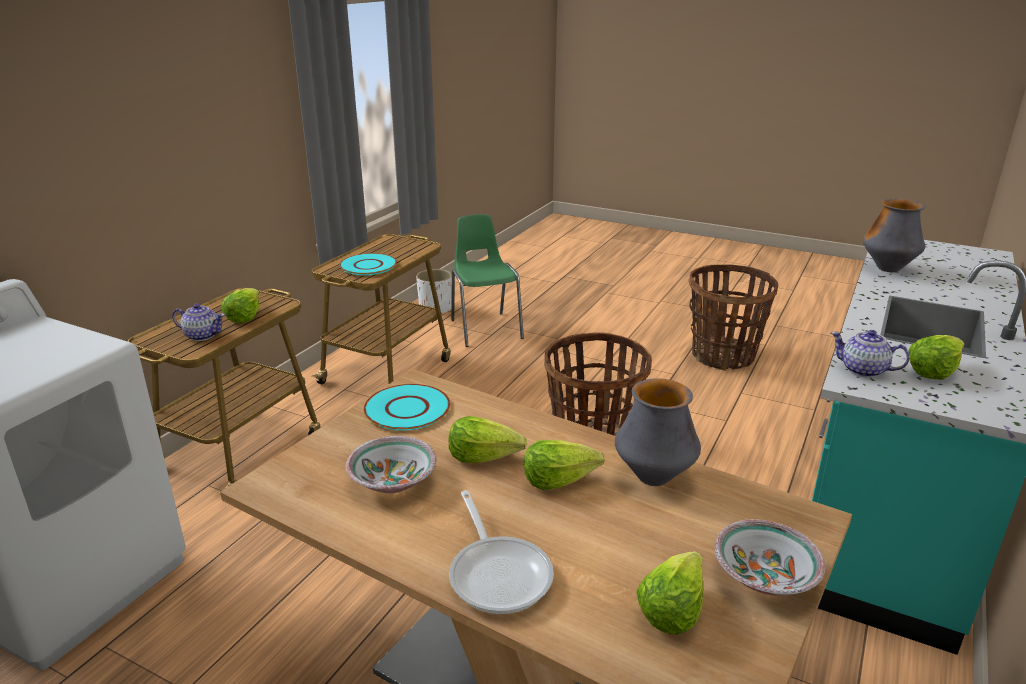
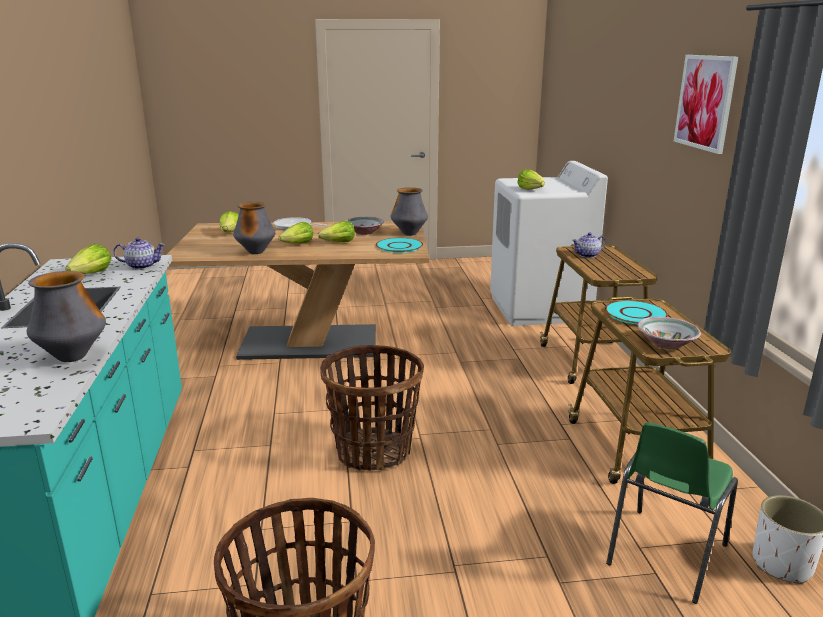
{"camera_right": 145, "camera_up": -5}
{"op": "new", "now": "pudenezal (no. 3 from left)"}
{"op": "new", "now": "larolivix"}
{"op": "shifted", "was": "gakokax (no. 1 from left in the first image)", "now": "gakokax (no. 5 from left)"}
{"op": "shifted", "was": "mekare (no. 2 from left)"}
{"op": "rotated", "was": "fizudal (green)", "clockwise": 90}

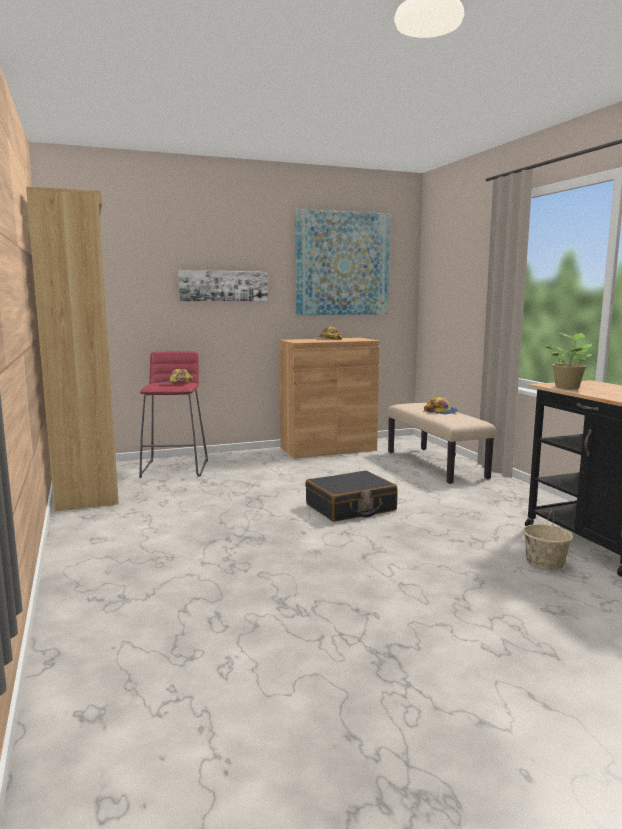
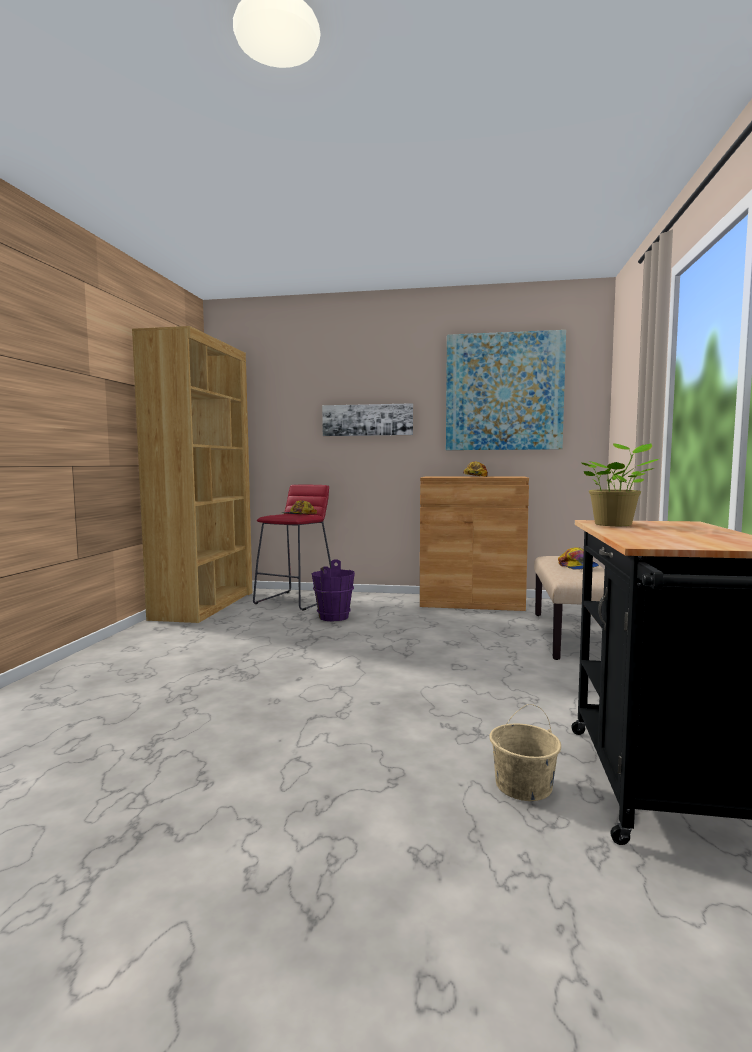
{"camera_right": 30, "camera_up": -5}
{"op": "gone", "was": "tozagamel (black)"}
{"op": "new", "now": "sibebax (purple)"}

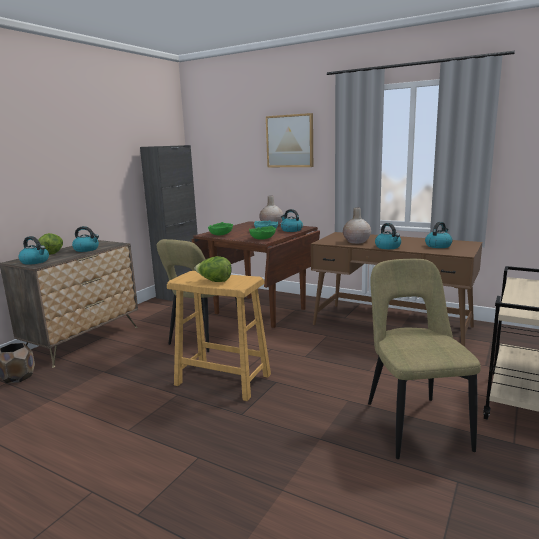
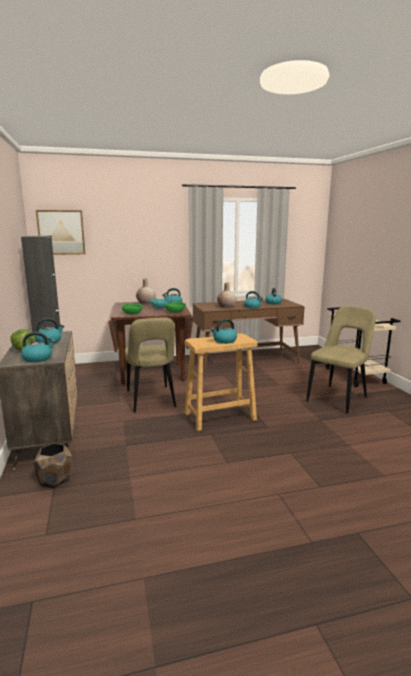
{"camera_right": -45, "camera_up": 0}
{"op": "shifted", "was": "larolivix"}
{"op": "swapped", "was": "gakokax (no. 2 from left)", "now": "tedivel (no. 4 from left)"}
{"op": "rotated", "was": "fizudal (beige) (no. 2 from left)", "clockwise": 90}

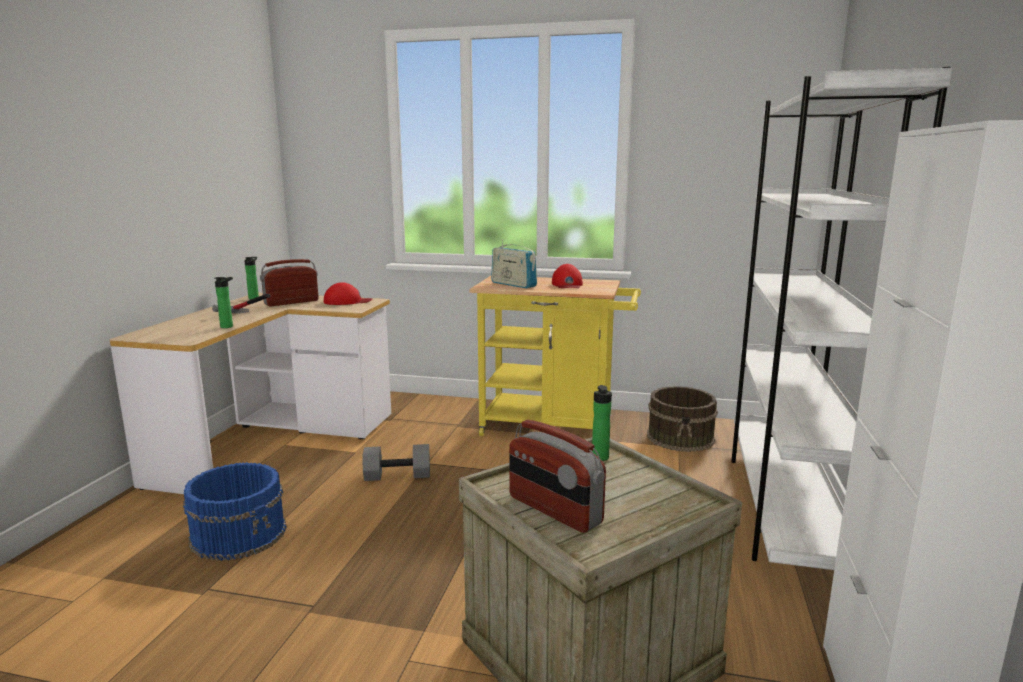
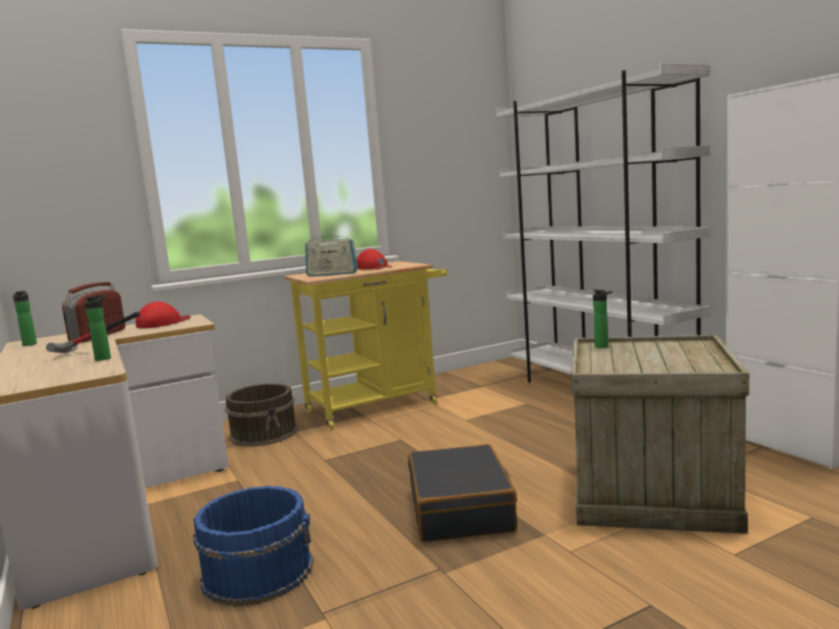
{"camera_right": -40, "camera_up": -5}
{"op": "gone", "was": "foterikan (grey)"}
{"op": "gone", "was": "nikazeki (no. 3 from left)"}
{"op": "new", "now": "tozagamel (black)"}
{"op": "shifted", "was": "sibebax (brown)"}

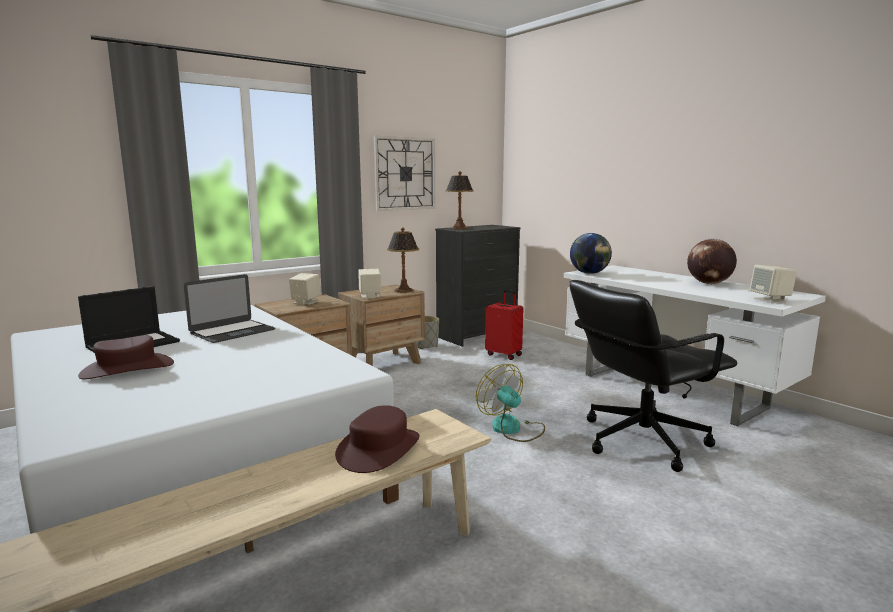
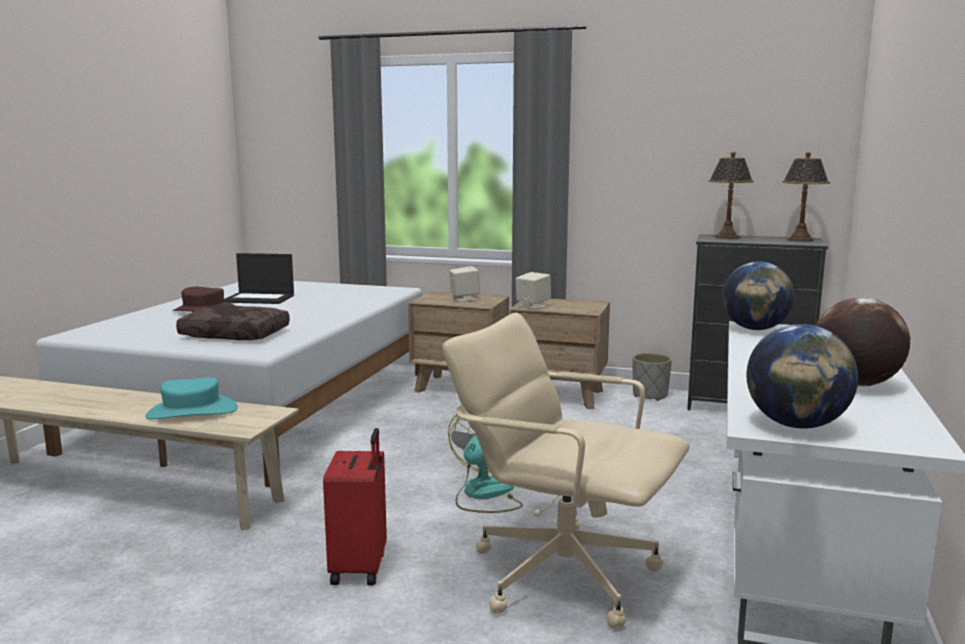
{"camera_right": 55, "camera_up": 0}
{"op": "gone", "was": "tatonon (no. 2 from left)"}
{"op": "gone", "was": "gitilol"}
{"op": "new", "now": "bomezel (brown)"}
{"op": "shifted", "was": "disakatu (no. 1 from left in the first image)", "now": "disakatu (no. 2 from left)"}
{"op": "shifted", "was": "tozagamel (red)"}
{"op": "swapped", "was": "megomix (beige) (no. 3 from left)", "now": "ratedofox (no. 2 from left)"}
{"op": "repainted", "was": "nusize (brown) (no. 2 from left)", "now": "nusize (turquoise)"}
{"op": "repainted", "was": "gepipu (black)", "now": "gepipu (beige)"}

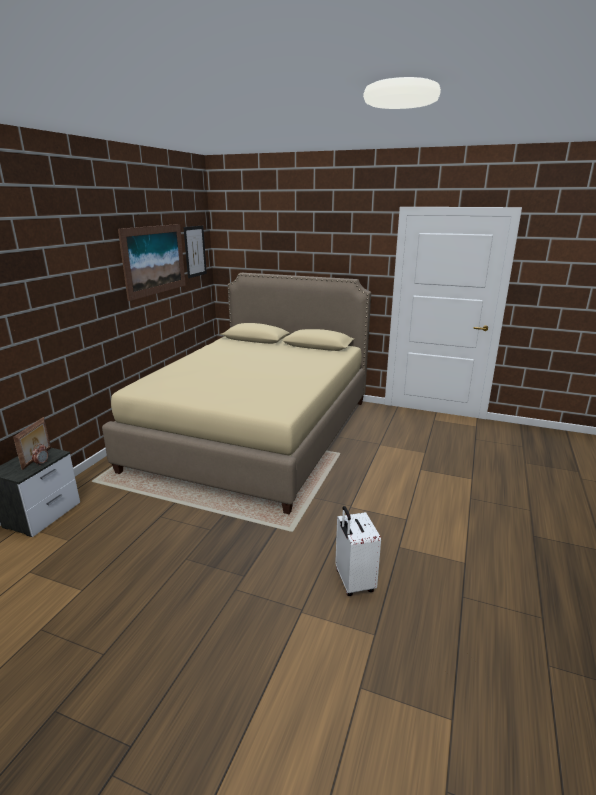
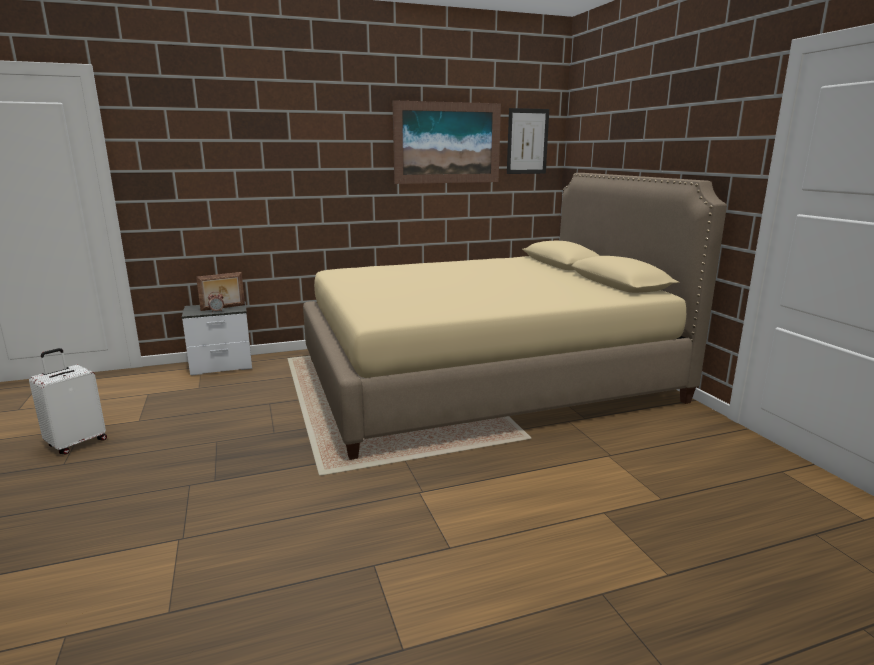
{"camera_right": 50, "camera_up": -5}
{"op": "shifted", "was": "tozagamel (white)"}

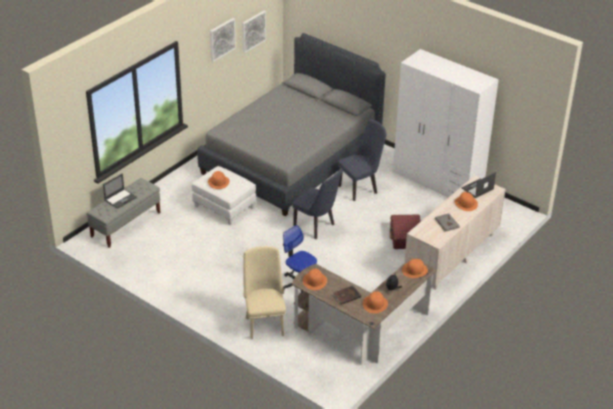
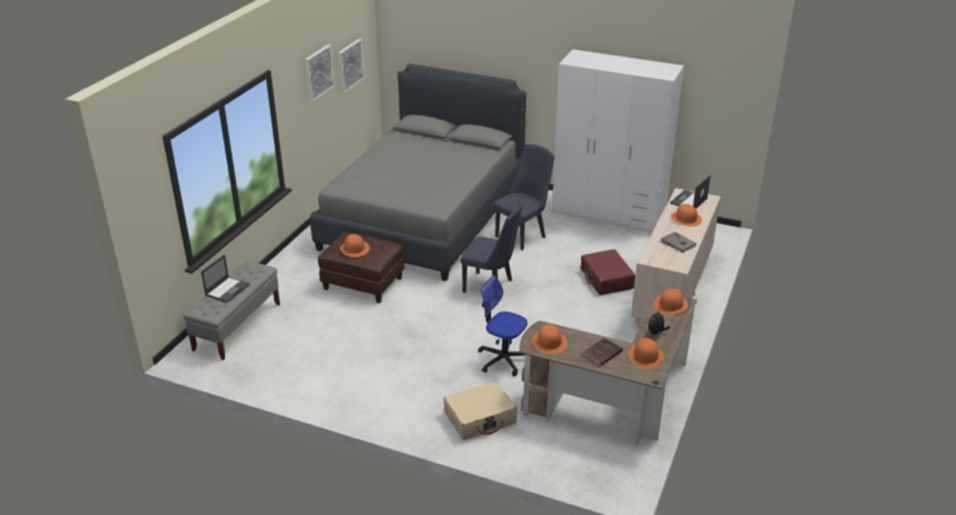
{"camera_right": -15, "camera_up": -5}
{"op": "swapped", "was": "fizudal (beige)", "now": "tozagamel (beige)"}
{"op": "repainted", "was": "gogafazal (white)", "now": "gogafazal (brown)"}

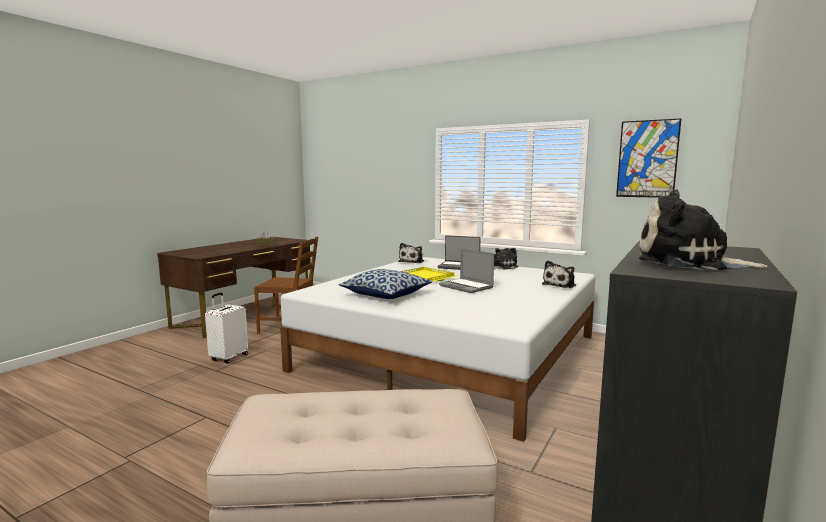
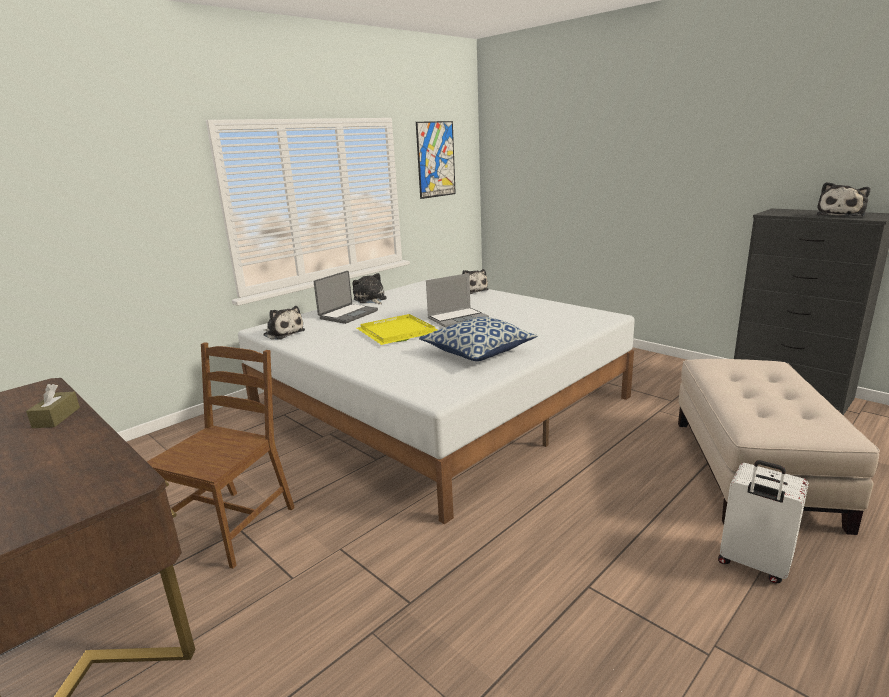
{"camera_right": -75, "camera_up": 10}
{"op": "shifted", "was": "tozagamel (white)"}

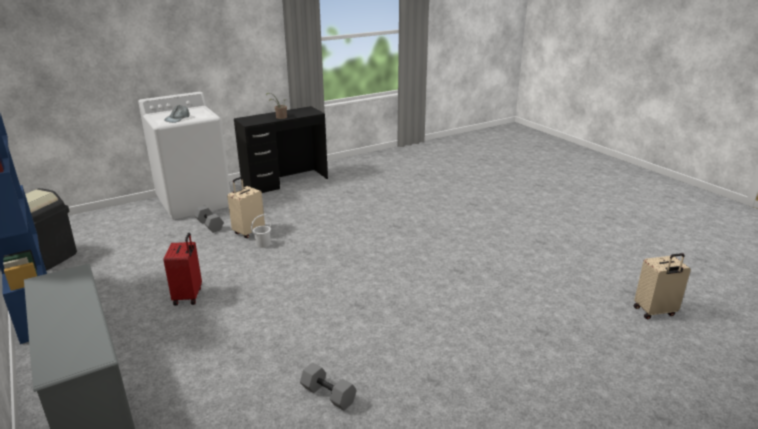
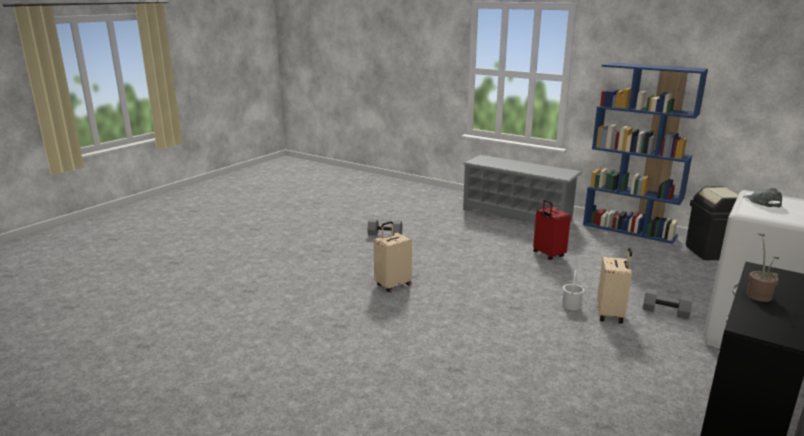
{"camera_right": 155, "camera_up": -5}
{"op": "shifted", "was": "tozagamel (beige) (no. 2 from left in the first image)", "now": "tozagamel (beige) (no. 1 from left)"}

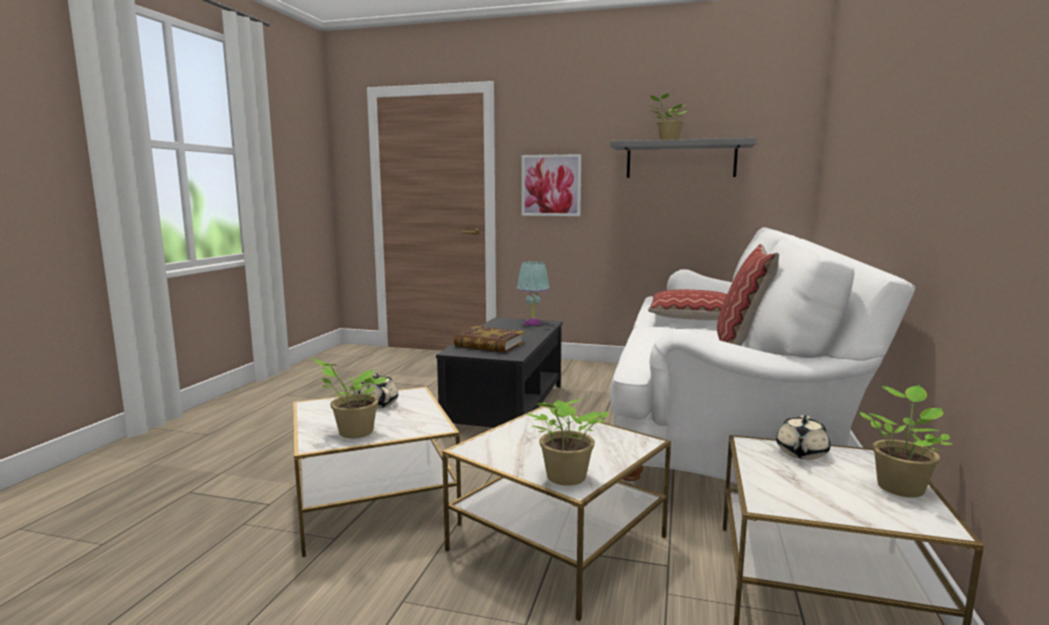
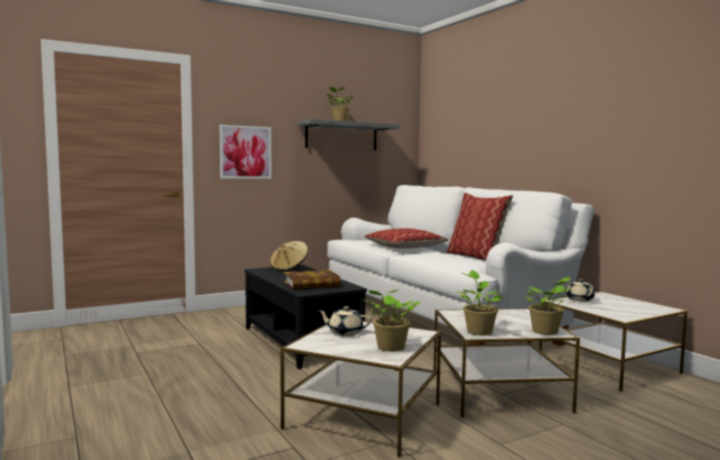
{"camera_right": -45, "camera_up": -5}
{"op": "shifted", "was": "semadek (no. 4 from left in the first image)", "now": "semadek (no. 3 from left)"}
{"op": "swapped", "was": "disakatu (turquoise)", "now": "nusize (beige)"}

